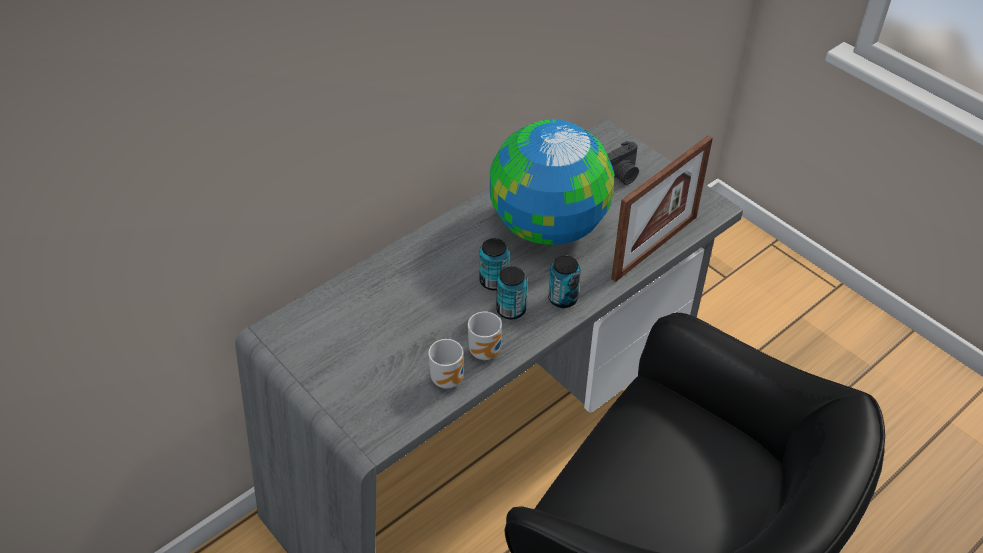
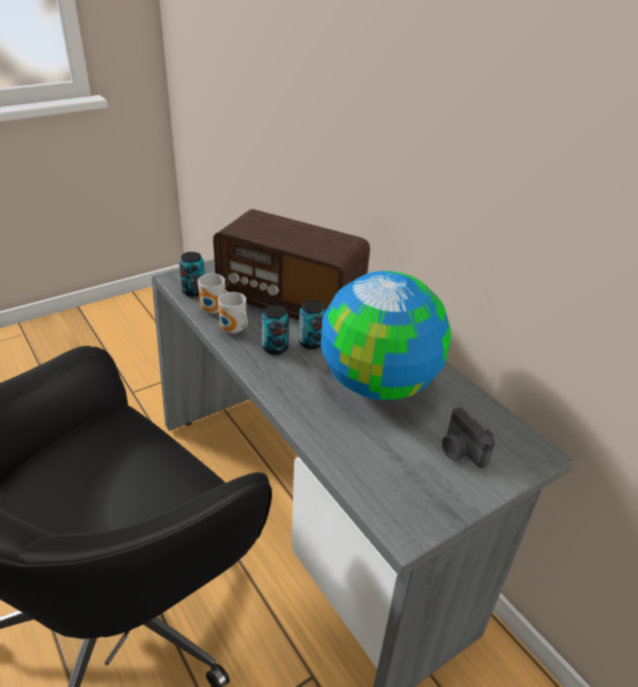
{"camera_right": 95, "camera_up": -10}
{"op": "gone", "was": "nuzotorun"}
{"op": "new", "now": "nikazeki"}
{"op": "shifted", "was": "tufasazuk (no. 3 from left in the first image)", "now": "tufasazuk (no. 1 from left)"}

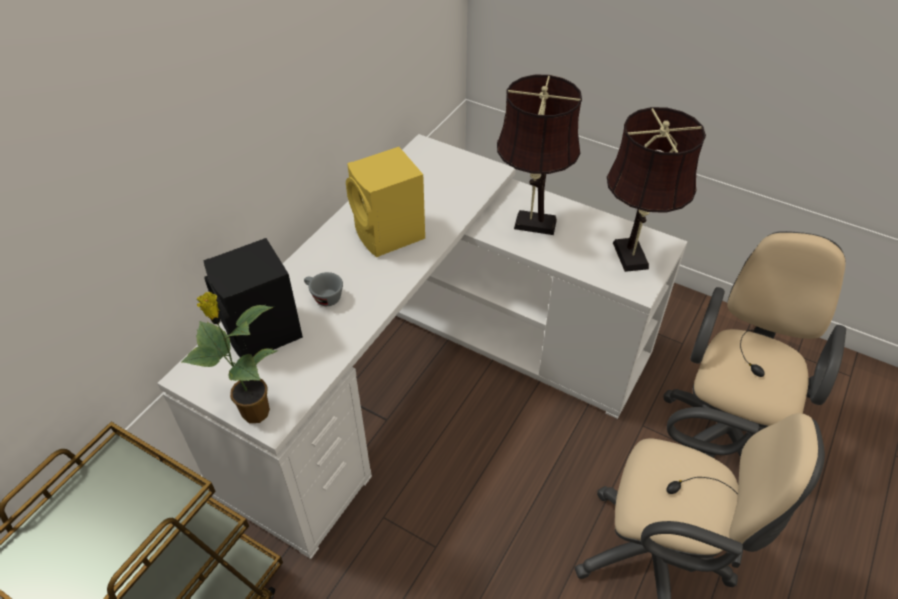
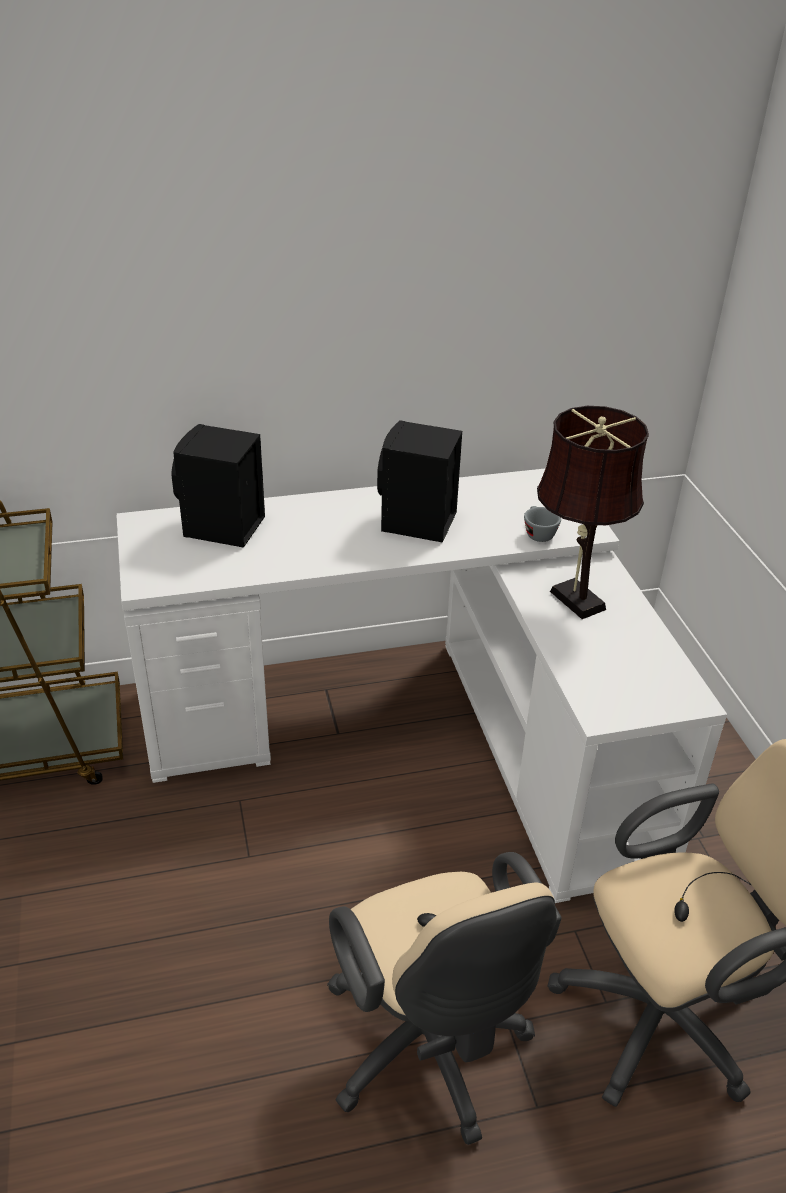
{"camera_right": 45, "camera_up": -10}
{"op": "gone", "was": "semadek"}
{"op": "gone", "was": "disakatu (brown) (no. 2 from left)"}
{"op": "shifted", "was": "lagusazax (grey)"}
{"op": "repainted", "was": "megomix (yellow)", "now": "megomix (black) (no. 2 from left)"}

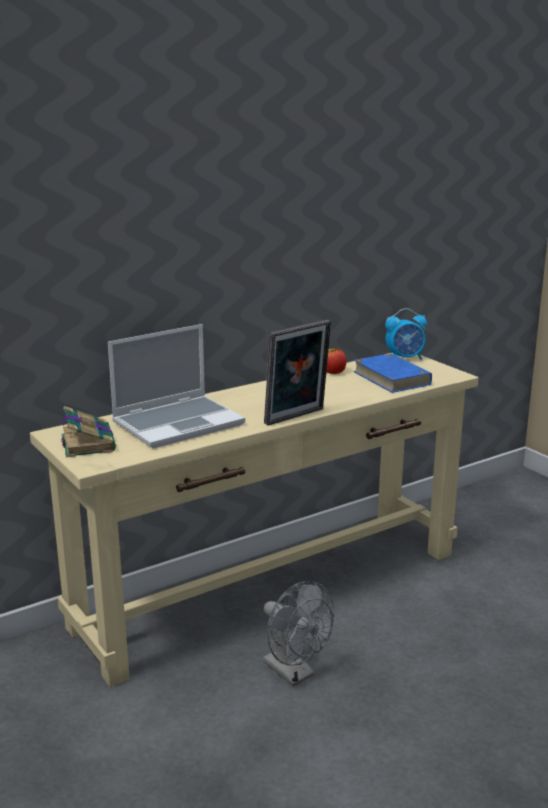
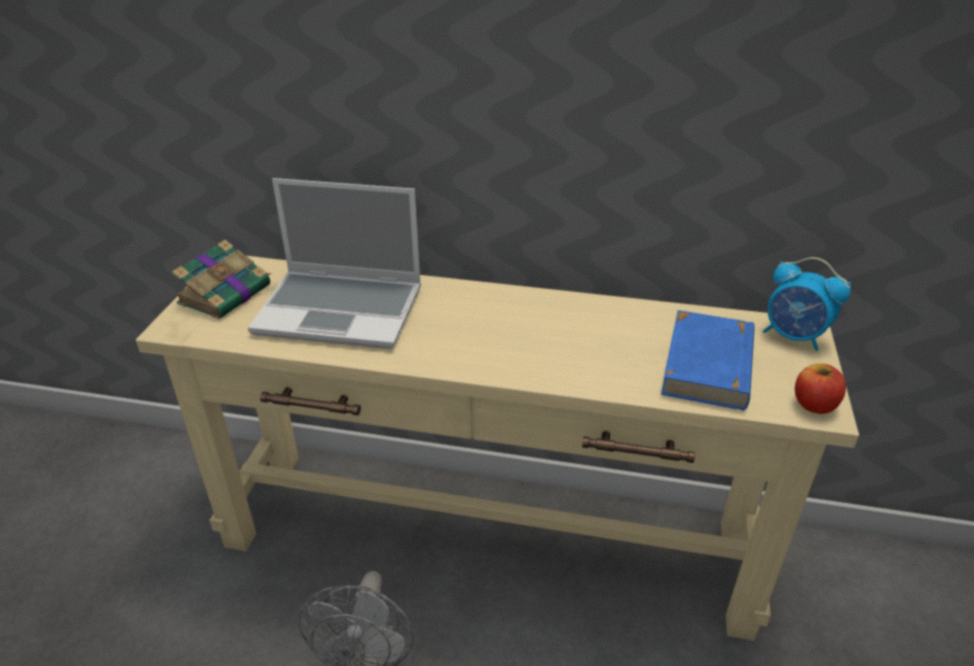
{"camera_right": 45, "camera_up": 15}
{"op": "gone", "was": "nuzotorun"}
{"op": "shifted", "was": "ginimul"}

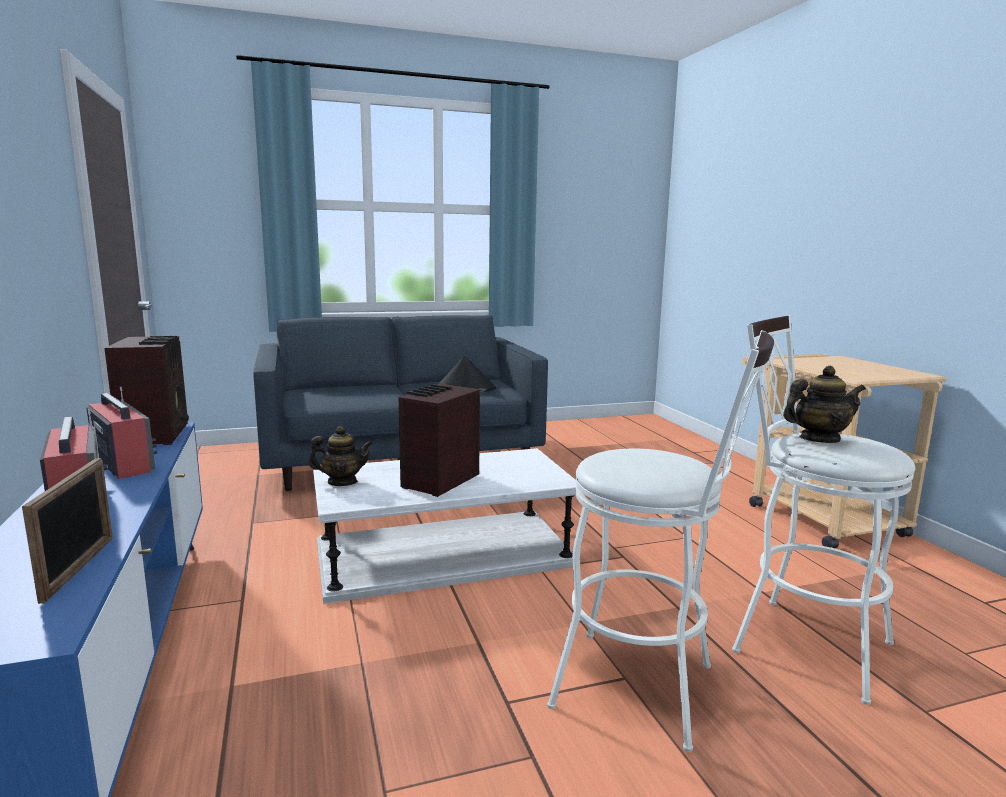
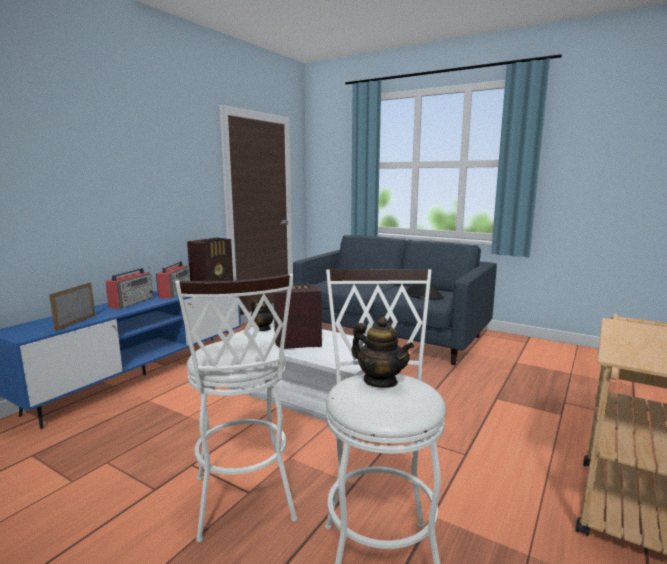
{"camera_right": 50, "camera_up": 0}
{"op": "rotated", "was": "nuzotorun", "clockwise": 150}

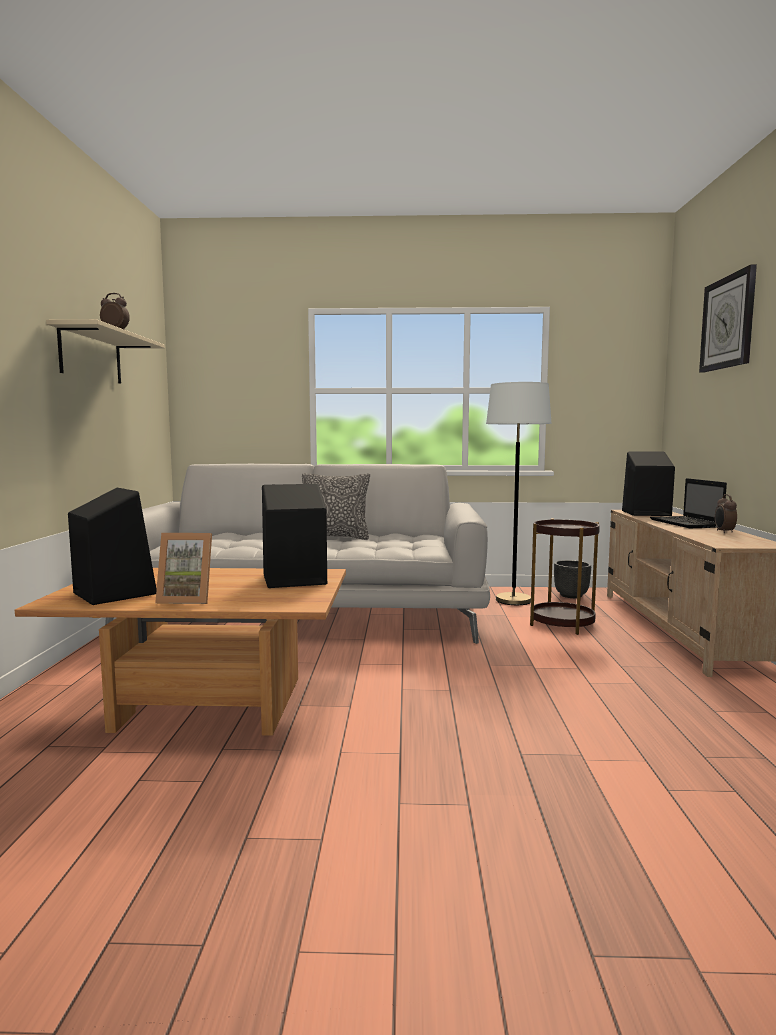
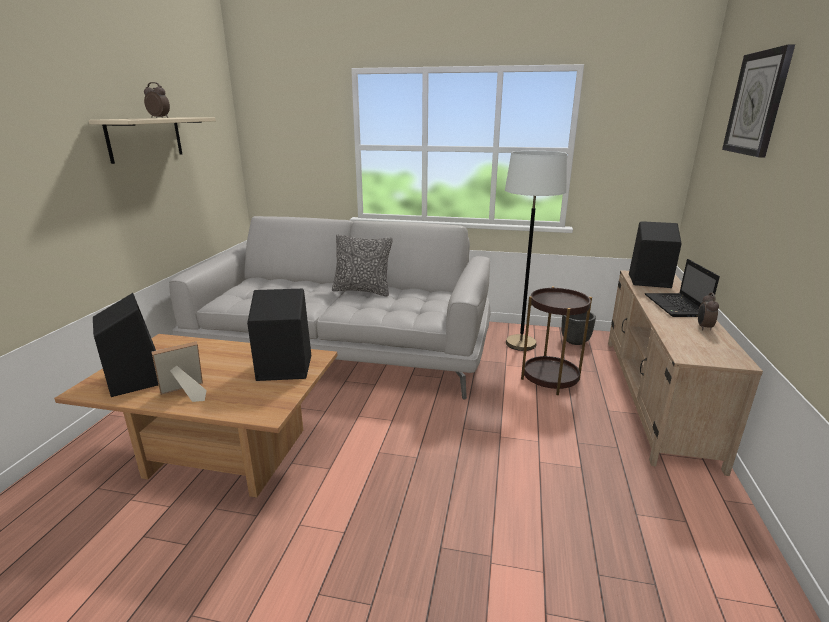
{"camera_right": 10, "camera_up": 15}
{"op": "rotated", "was": "nuzotorun", "clockwise": 135}

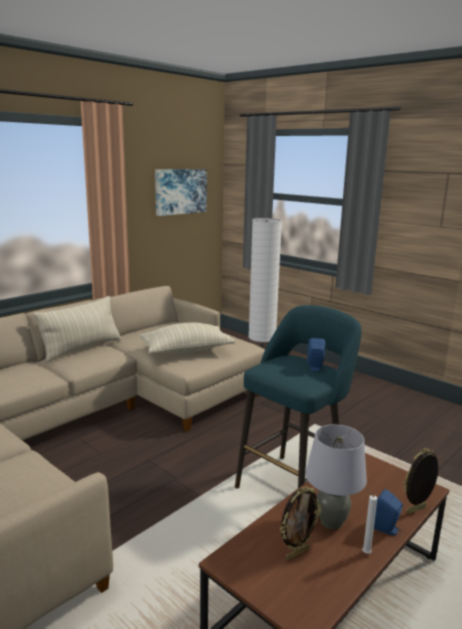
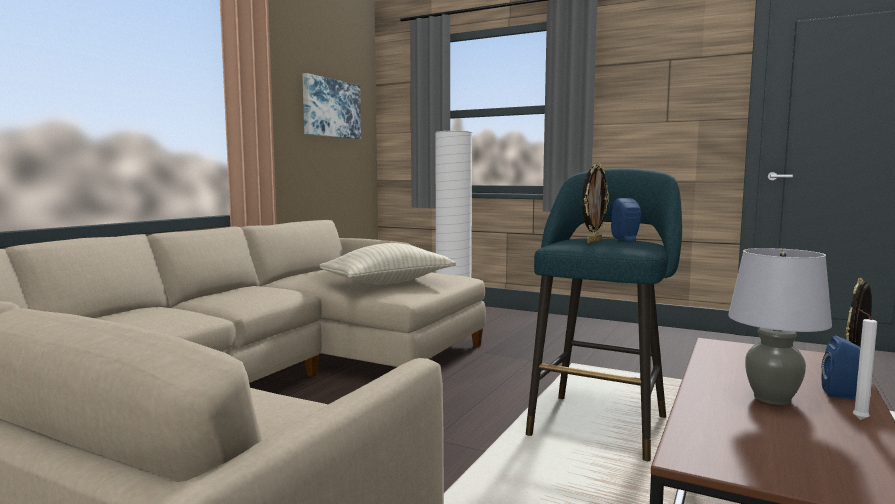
{"camera_right": -15, "camera_up": -10}
{"op": "gone", "was": "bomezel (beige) (no. 1 from left)"}
{"op": "shifted", "was": "nuzotorun (no. 1 from left)"}

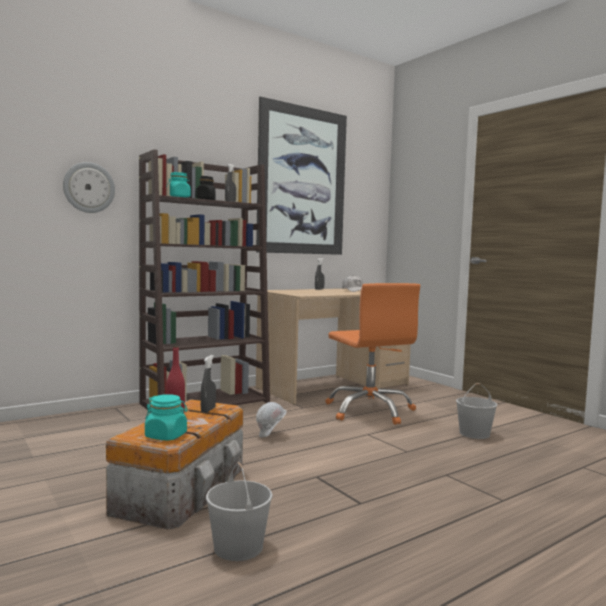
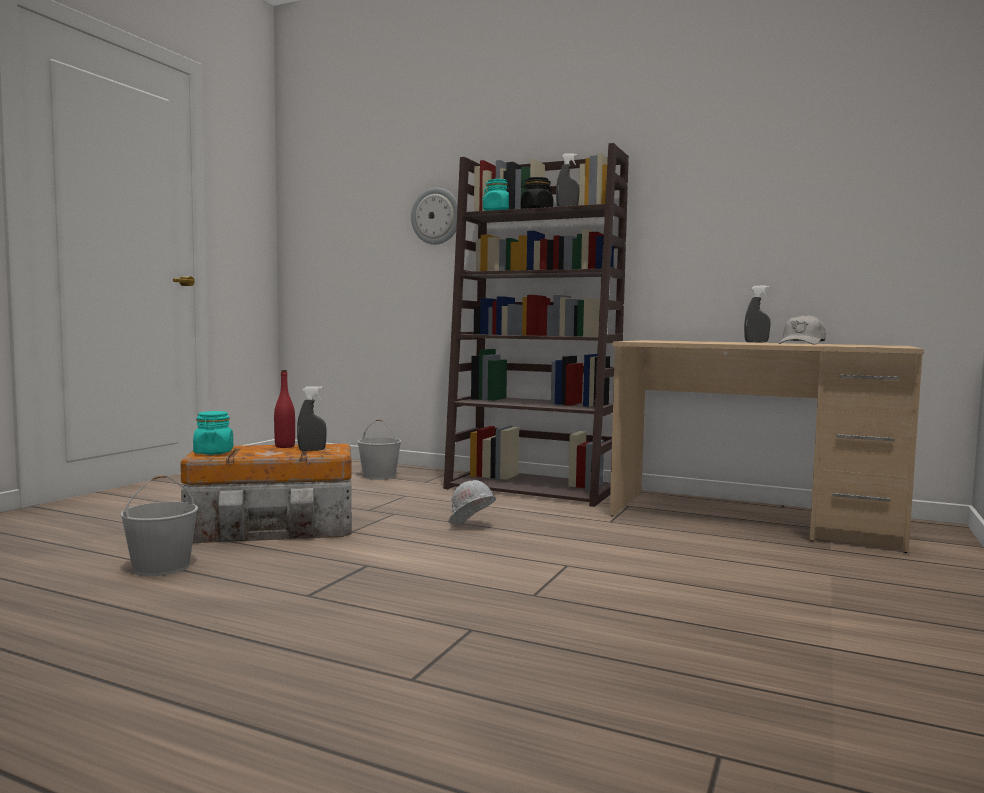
{"camera_right": 60, "camera_up": 0}
{"op": "gone", "was": "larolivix"}
{"op": "gone", "was": "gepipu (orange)"}
{"op": "shifted", "was": "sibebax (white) (no. 2 from left)"}

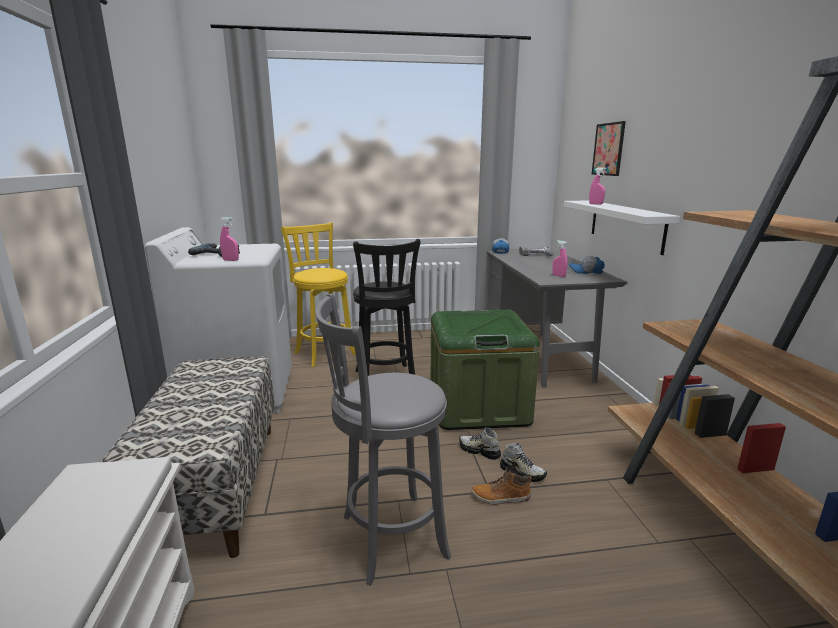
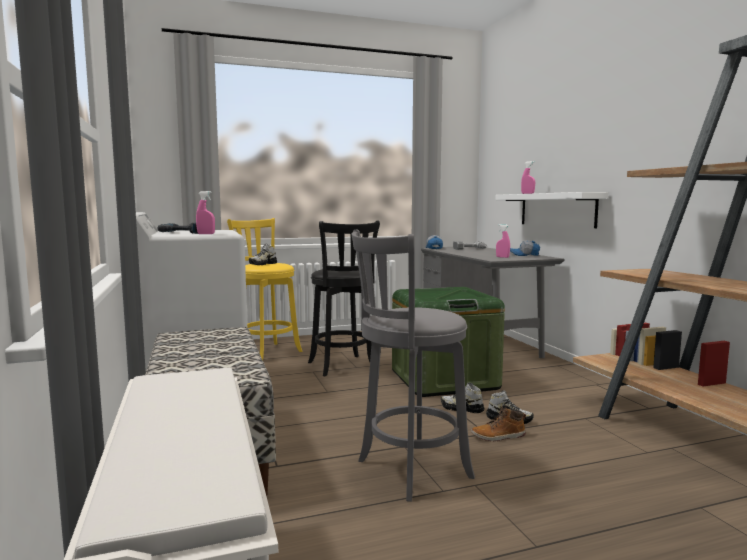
{"camera_right": -10, "camera_up": -10}
{"op": "gone", "was": "larolivix"}
{"op": "new", "now": "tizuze (no. 1 from left)"}

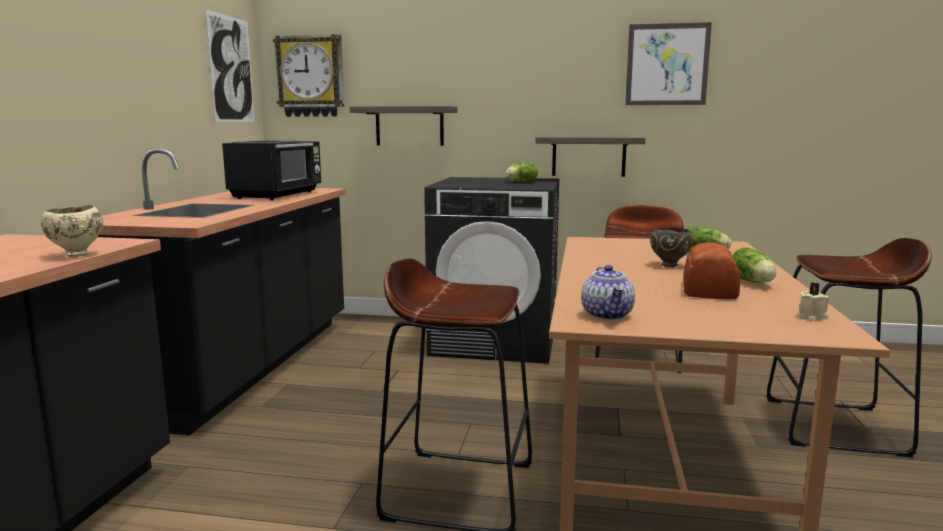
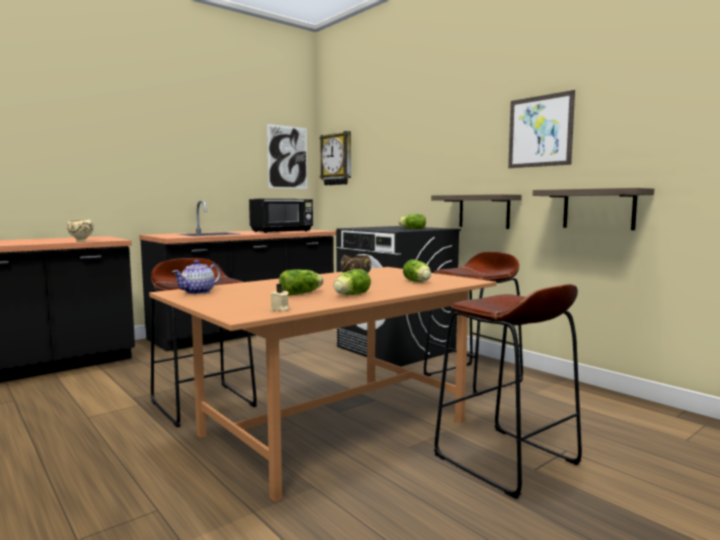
{"camera_right": 40, "camera_up": -5}
{"op": "shifted", "was": "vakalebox (no. 1 from left in the first image)", "now": "vakalebox (no. 2 from left)"}
{"op": "swapped", "was": "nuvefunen", "now": "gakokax (no. 1 from left)"}

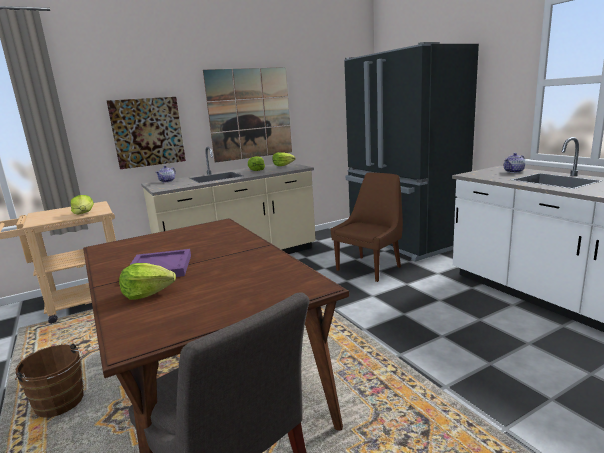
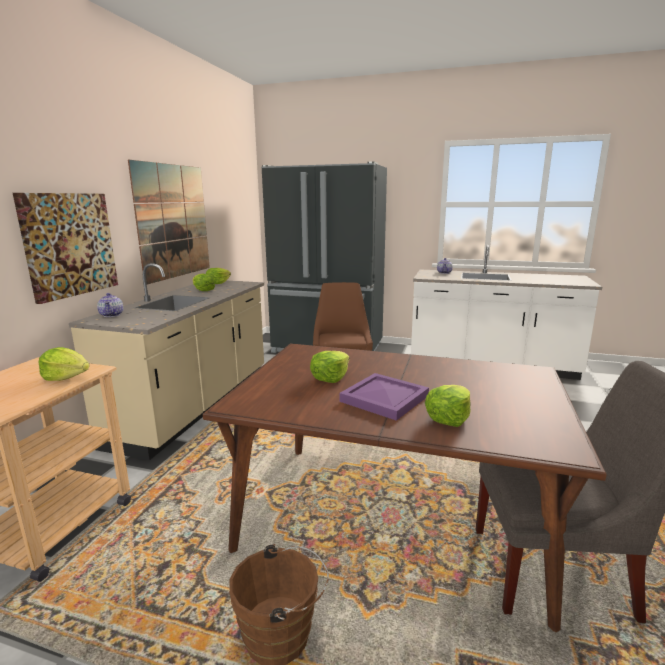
{"camera_right": -45, "camera_up": 0}
{"op": "new", "now": "gakokax (no. 4 from left)"}

